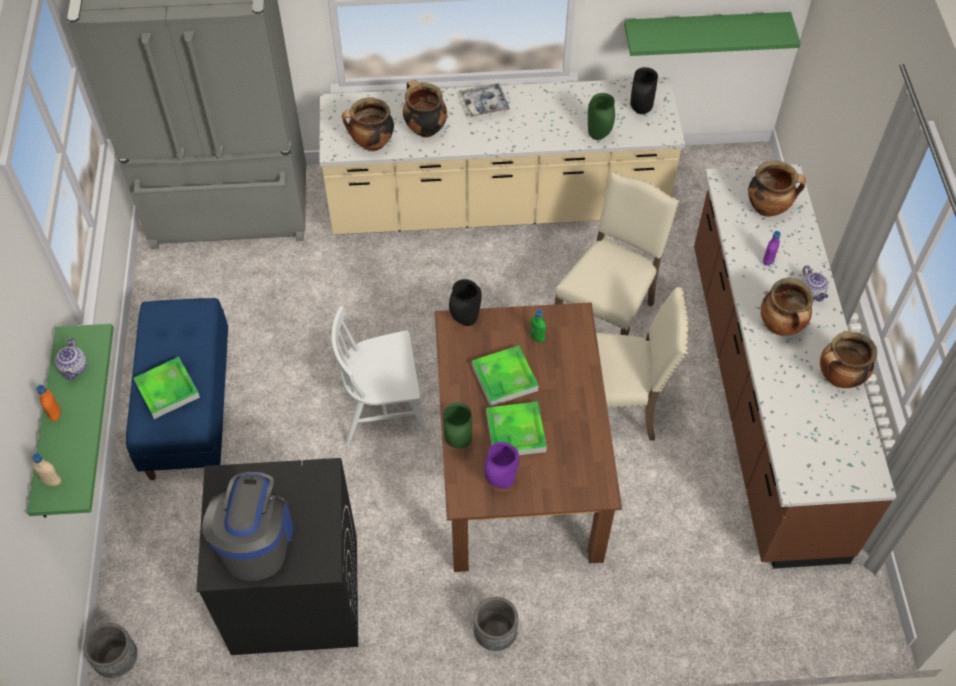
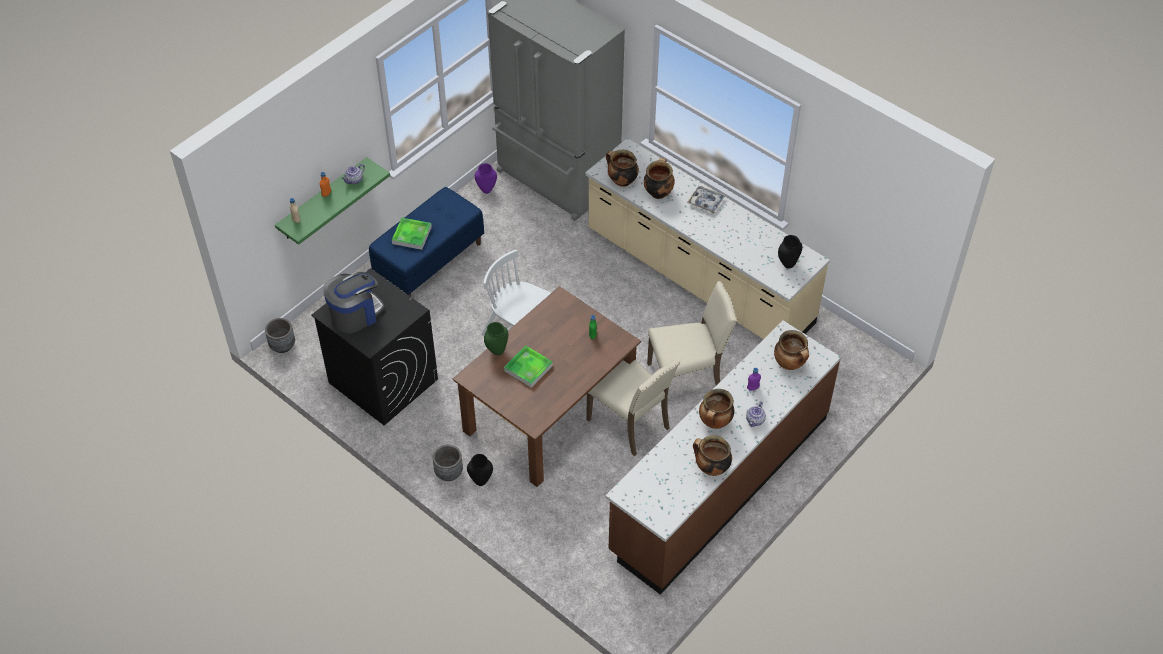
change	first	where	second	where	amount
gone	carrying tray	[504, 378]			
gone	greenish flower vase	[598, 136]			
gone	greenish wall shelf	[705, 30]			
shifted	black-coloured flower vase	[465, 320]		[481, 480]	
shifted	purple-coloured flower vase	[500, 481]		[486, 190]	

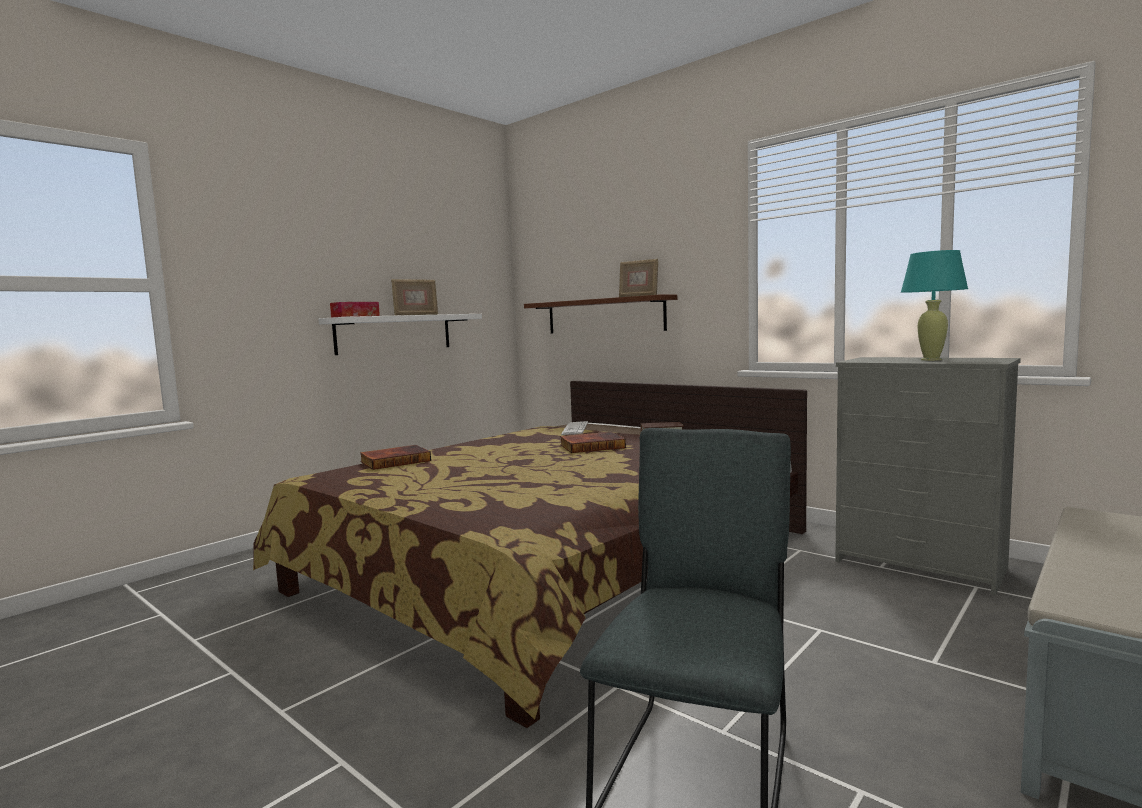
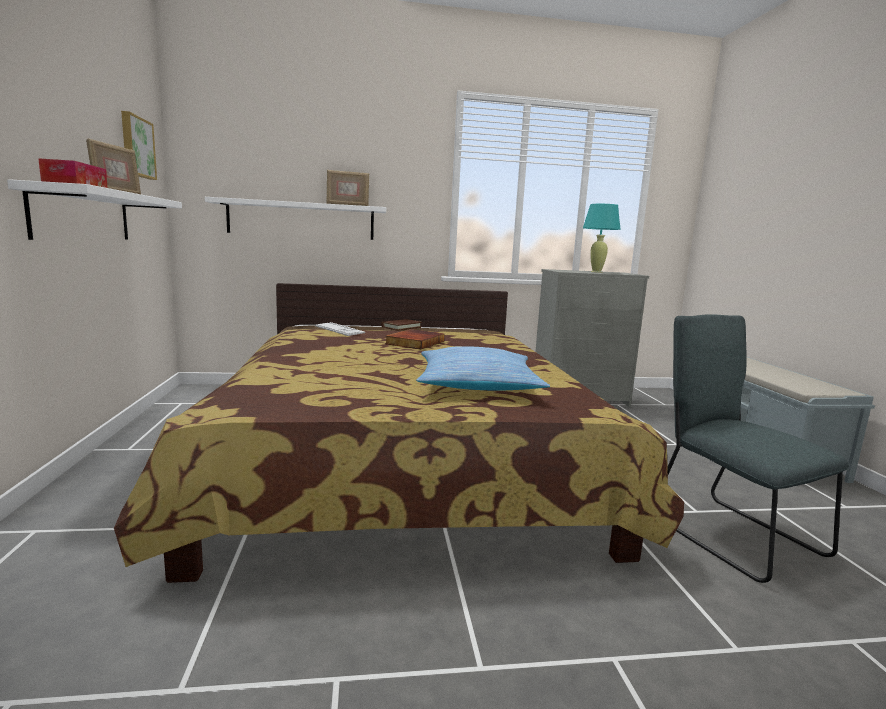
change	first	where	second	where	amount
gone	bound book	[395, 461]			
new			picture	[136, 147]	
new			throw pillow	[477, 384]	
repainted	brown wall shelf	[604, 315]	white-coloured wall shelf	[301, 220]	

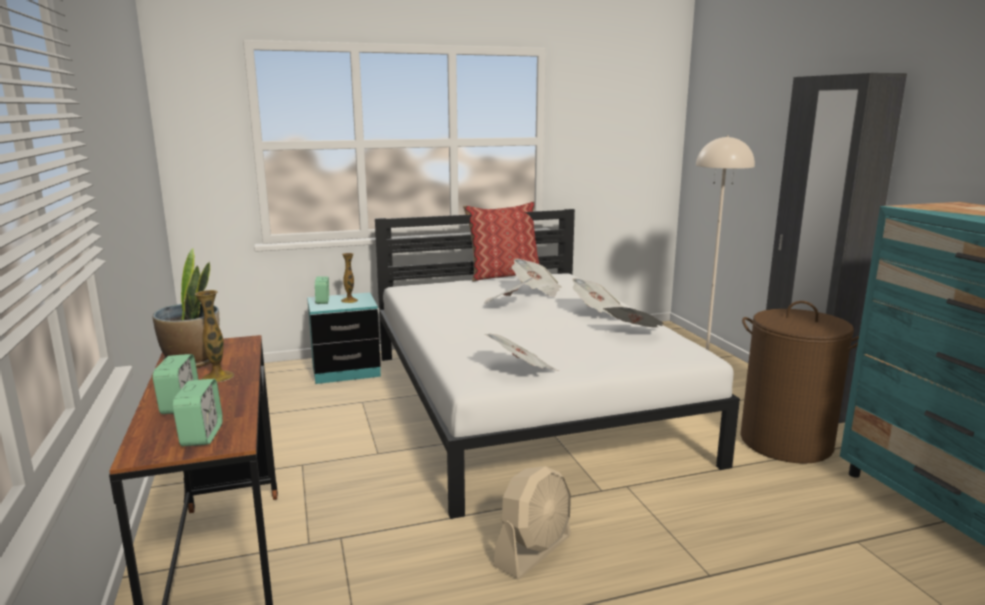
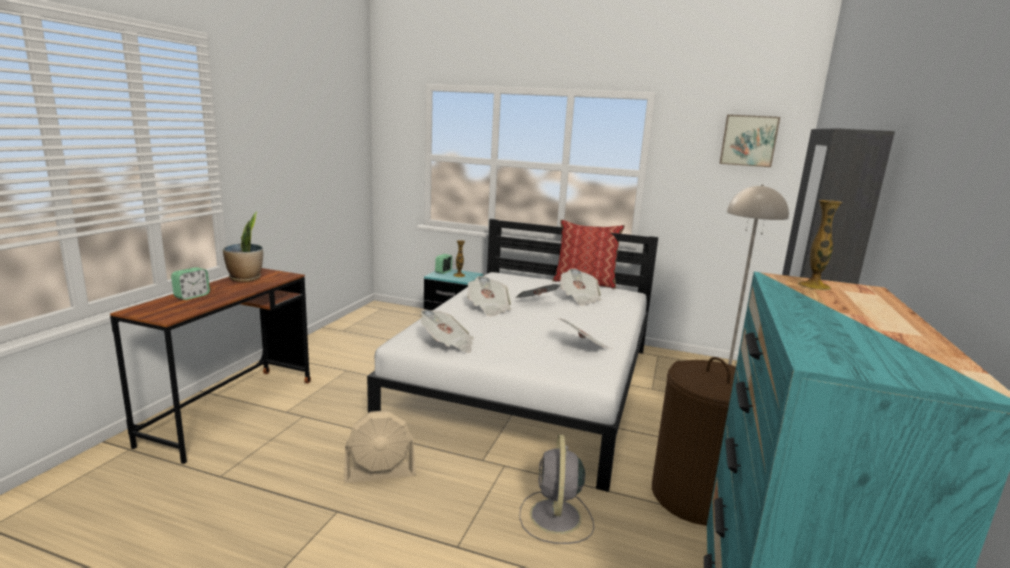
change	first	where	second	where	amount
gone	alarm clock	[201, 435]			
new			greyish cooling fan	[555, 518]	
new			picture	[748, 140]	
shifted	flower vase	[218, 377]		[814, 286]	
shifted	newspaper	[599, 313]		[488, 308]	

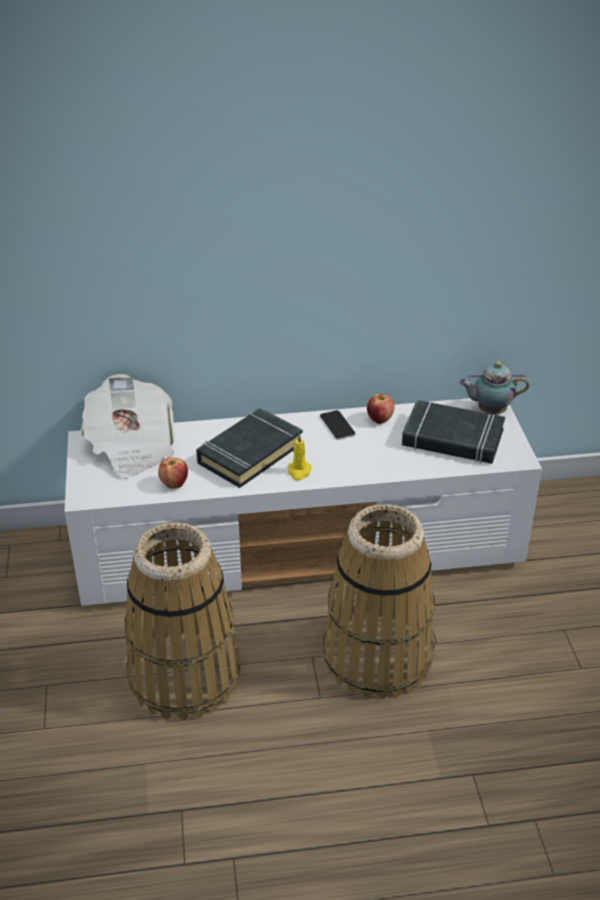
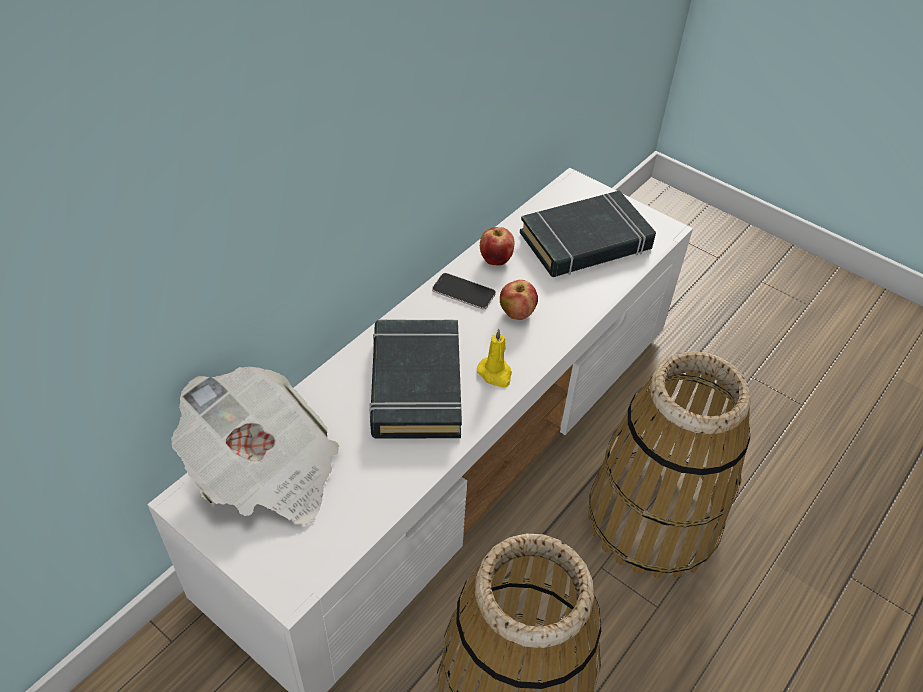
change	first	where	second	where	amount
gone	tea pot	[489, 411]			
shifted	apple	[174, 484]		[517, 313]	

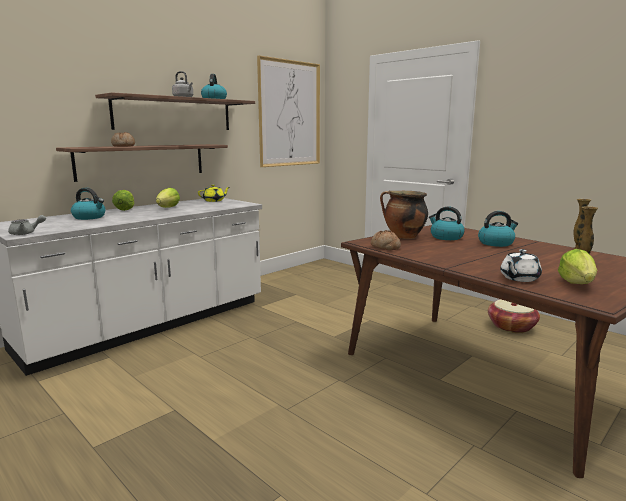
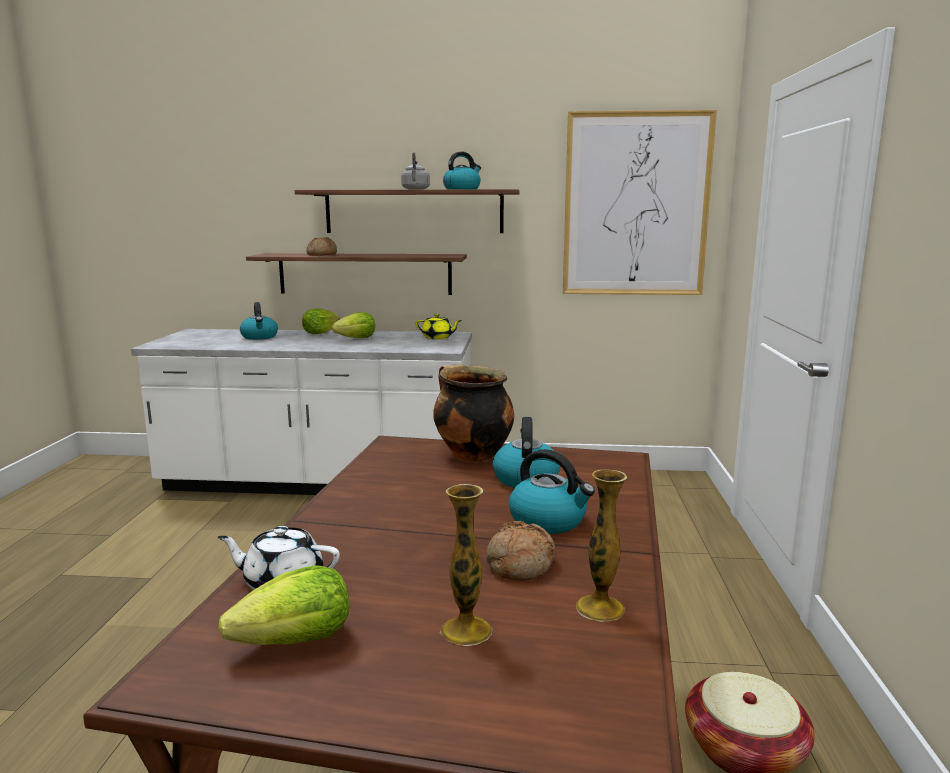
change	first	where	second	where	amount
gone	greyish tea pot	[26, 233]			
shifted	bread	[385, 247]		[519, 564]	

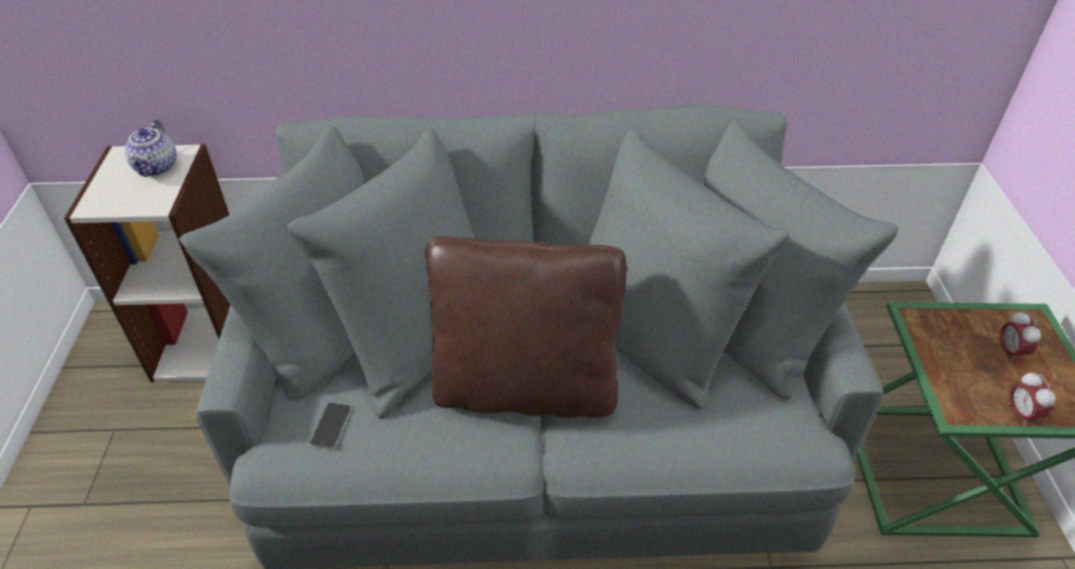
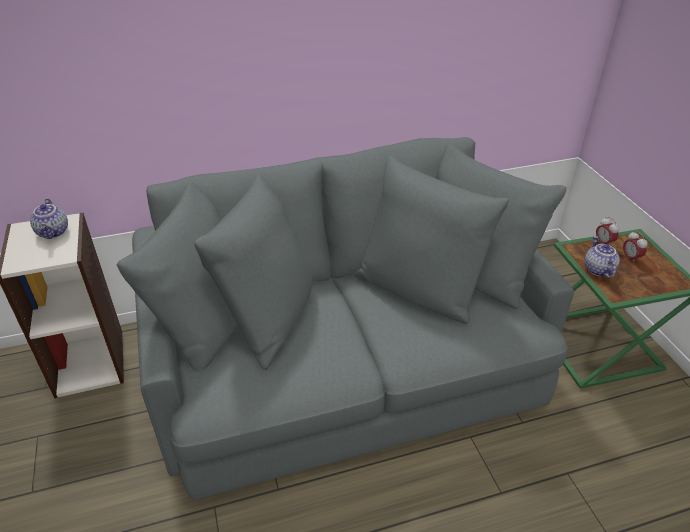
change	first	where	second	where	amount
gone	phone	[331, 425]			
gone	brown throw pillow	[525, 388]			
new			tea pot	[597, 269]	
shifted	alarm clock	[1020, 414]		[603, 243]	

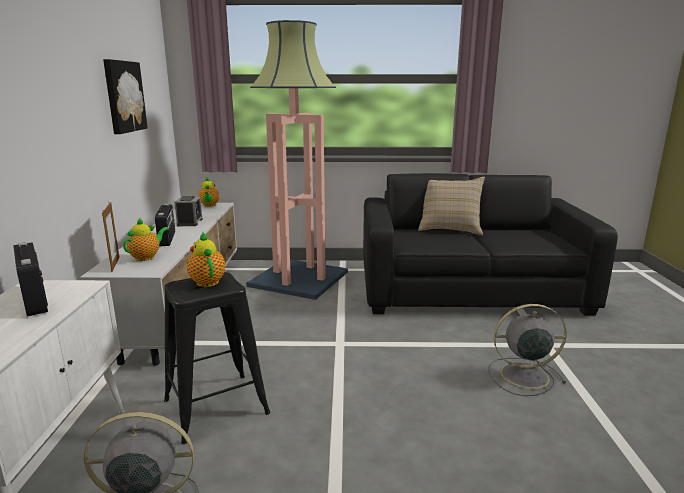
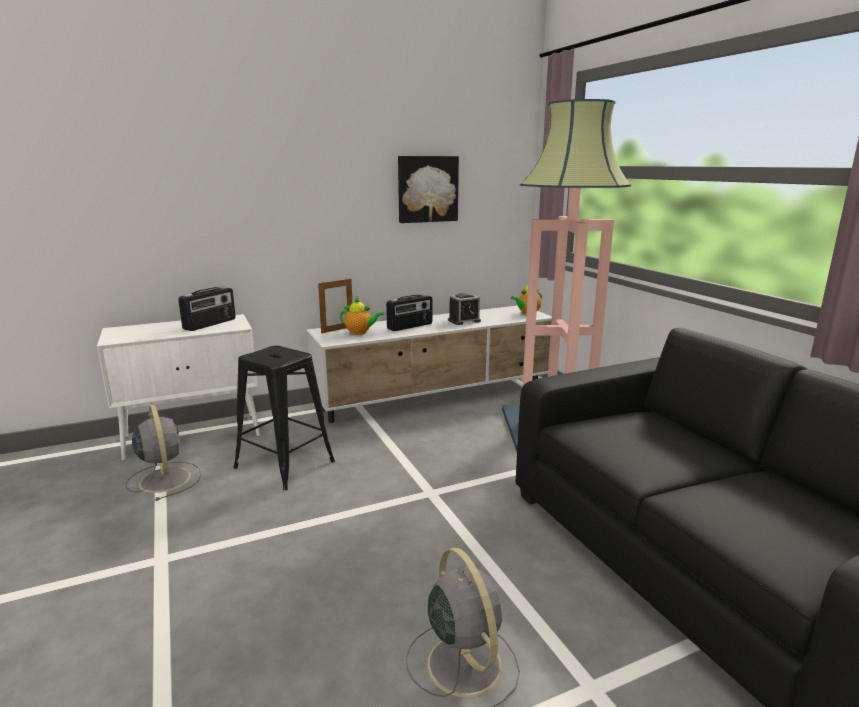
change	first	where	second	where	amount
gone	tea pot	[207, 281]			
gone	beige-coloured throw pillow	[449, 229]			

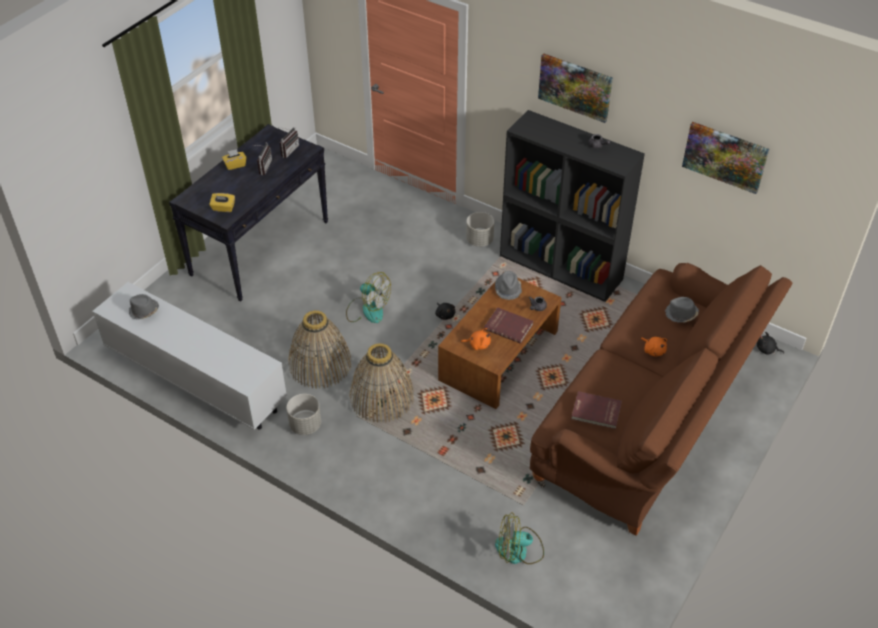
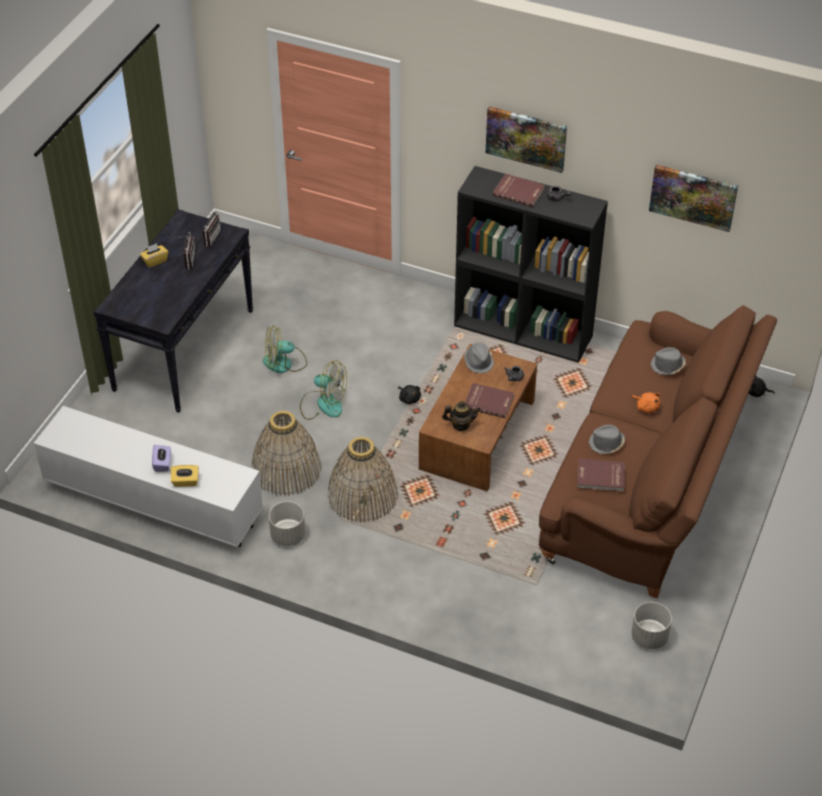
change	first	where	second	where	amount
new			purple-coloured box of tissues	[162, 464]	
new			red bound book	[519, 191]	
shifted	greyish hat	[144, 311]		[606, 444]	
shifted	yellowish box of tissues	[223, 208]		[185, 482]	
shifted	greyish plant pot	[479, 240]		[649, 637]	
shifted	cooling fan	[519, 550]		[284, 363]	
swapped	orangey cuddly toy	[478, 344]	tea pot	[461, 425]	

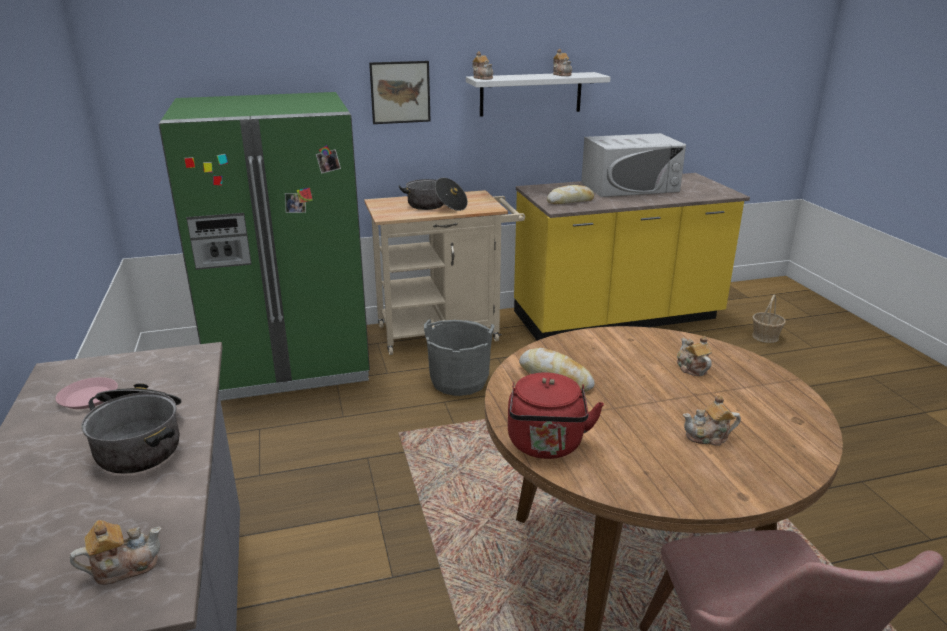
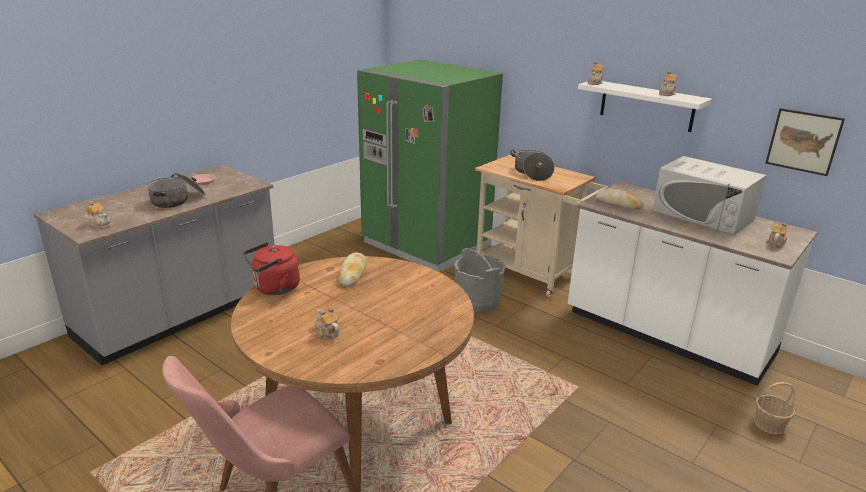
change	first	where	second	where	amount
shifted	picture	[400, 92]		[803, 141]	
shifted	tea pot	[691, 368]		[776, 243]	
repainted	yellowish kitchen base unit	[617, 318]	white-coloured kitchen base unit	[667, 334]	

